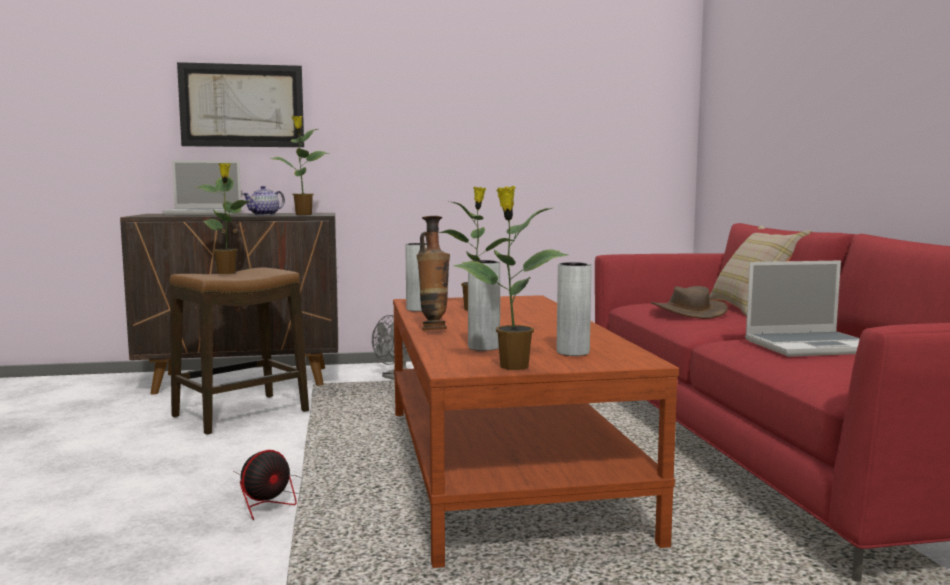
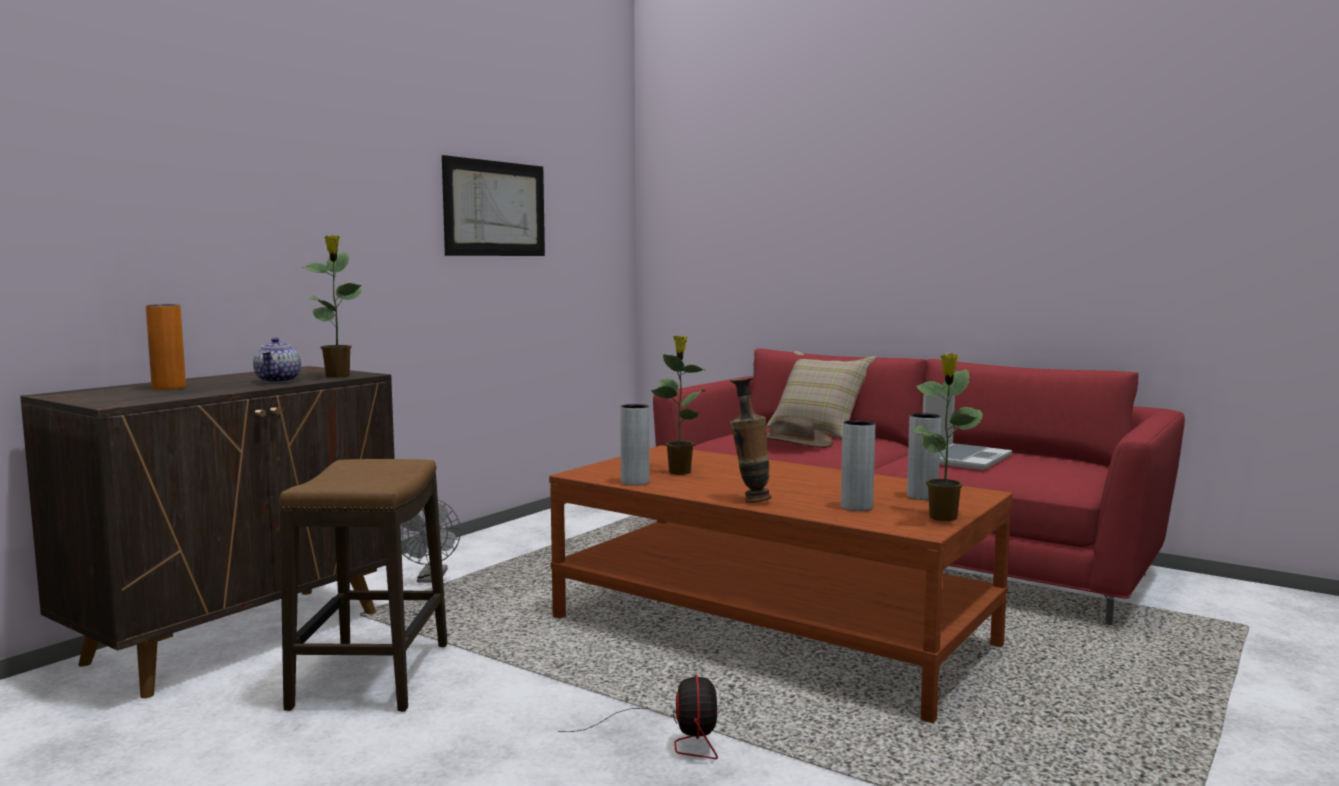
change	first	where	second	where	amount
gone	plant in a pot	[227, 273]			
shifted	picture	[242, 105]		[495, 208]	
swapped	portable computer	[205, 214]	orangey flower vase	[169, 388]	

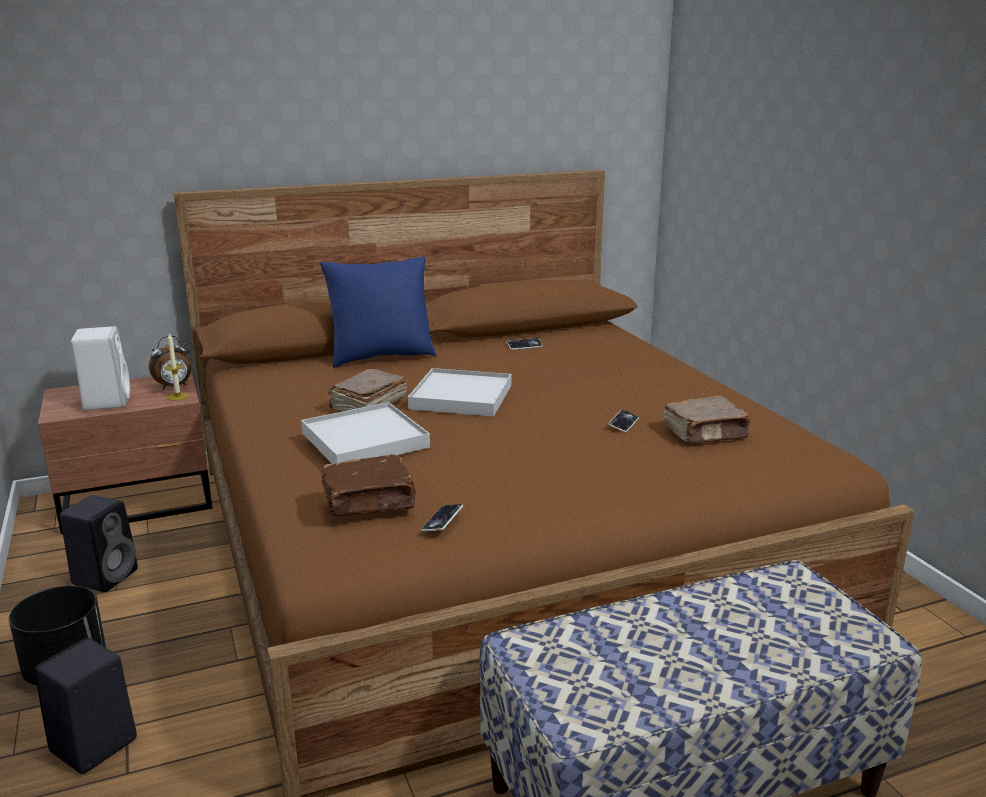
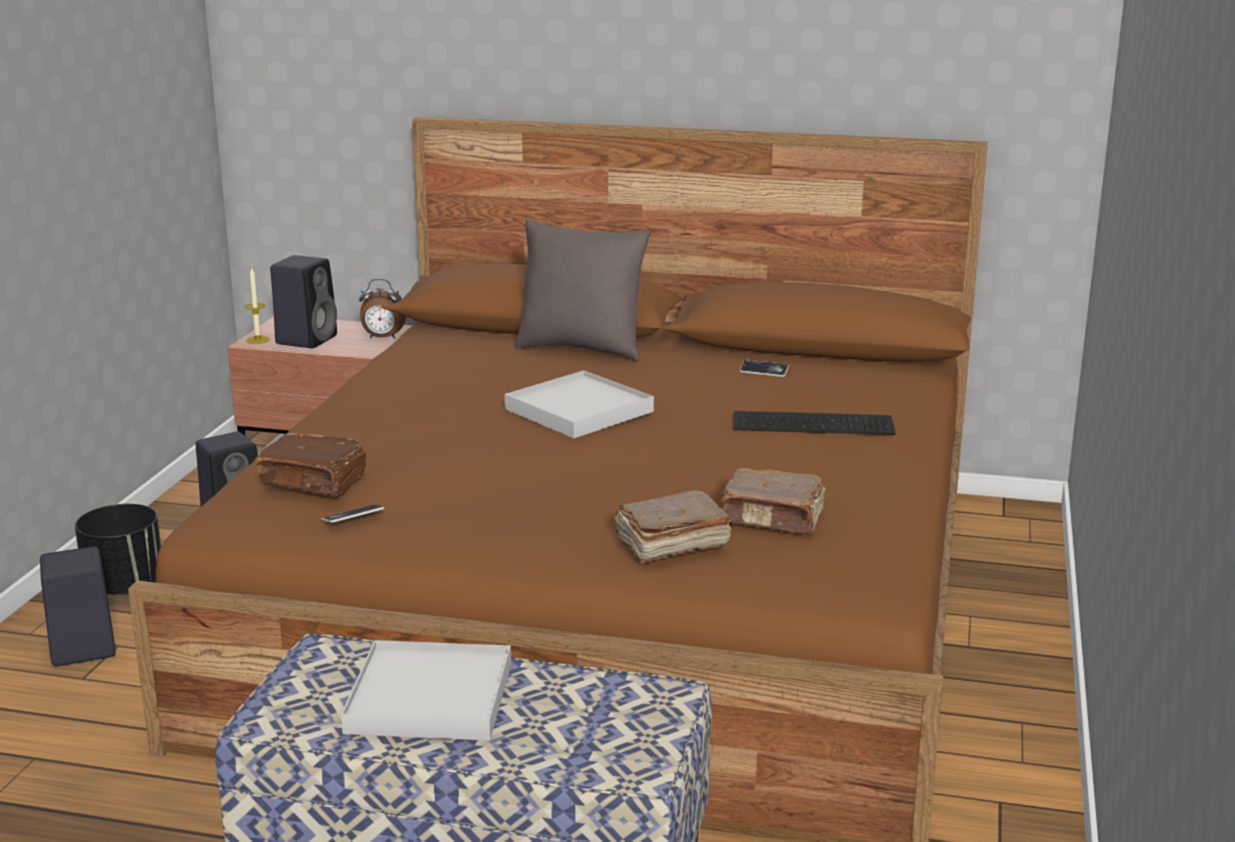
change	first	where	second	where	amount
gone	phone	[623, 423]			
new			computer keyboard	[814, 422]	
shifted	wax light	[178, 396]		[258, 340]	
shifted	white-coloured carrying tray	[364, 440]		[429, 698]	
shifted	brown bound book	[367, 405]		[670, 544]	
repainted	white-coloured speaker	[106, 401]	black-coloured speaker	[307, 339]	
repainted	bluish throw pillow	[381, 357]	greyish throw pillow	[581, 349]	

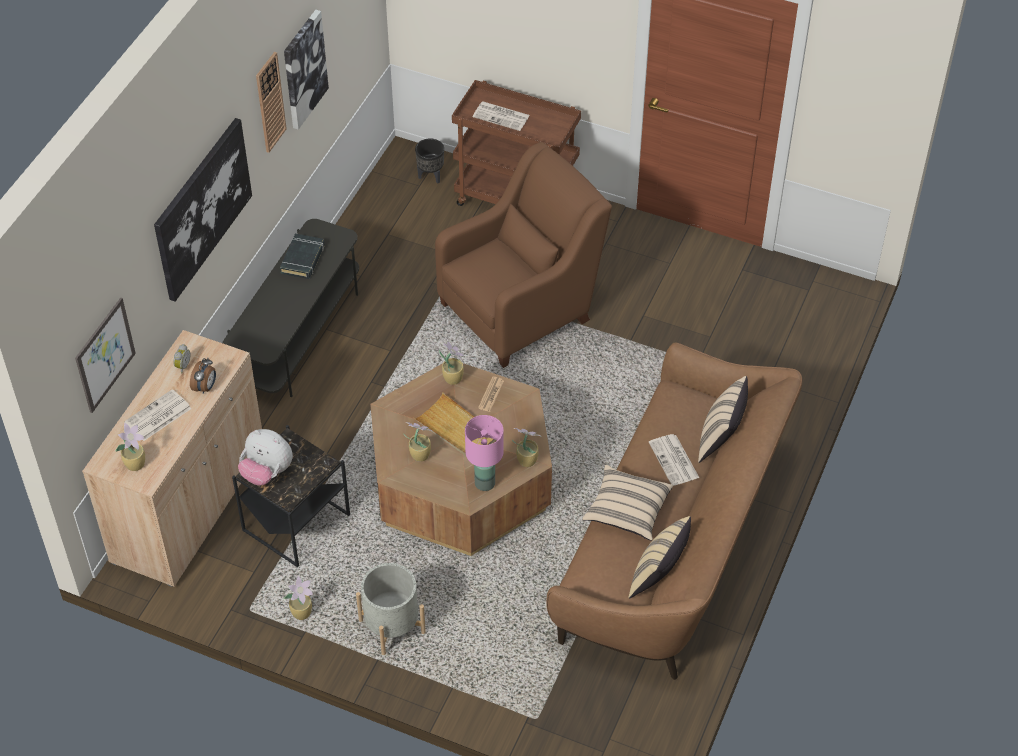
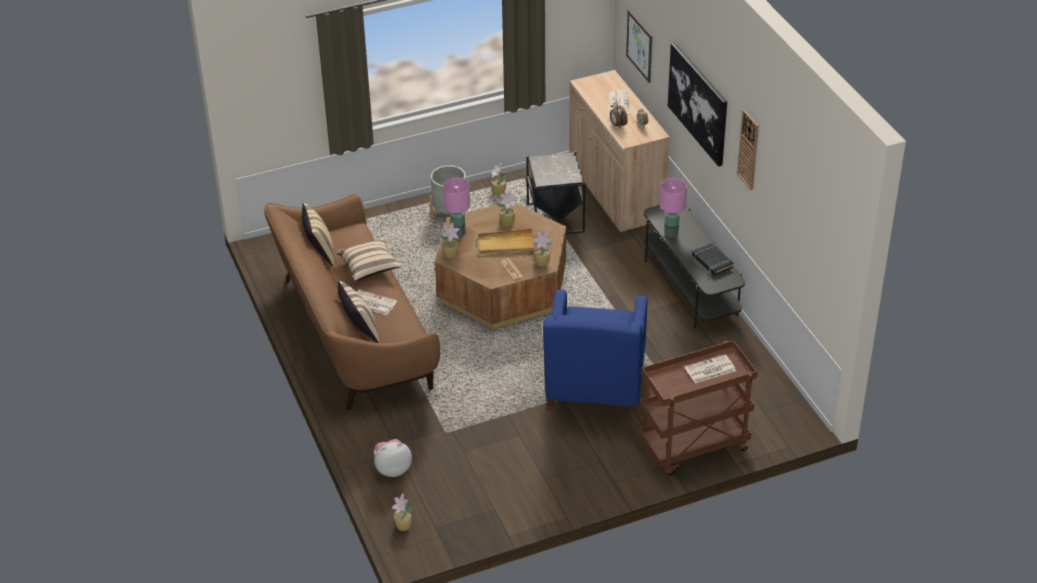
change	first	where	second	where	amount
gone	picture	[303, 69]			
gone	black-coloured plant pot	[431, 176]			
new			pink-coloured lamp for a table	[671, 233]	
shifted	plant in a pot	[136, 463]		[403, 527]	
shifted	cuddly toy	[267, 472]		[392, 469]	
repainted	brown armchair	[521, 308]	bluish armchair	[594, 387]	

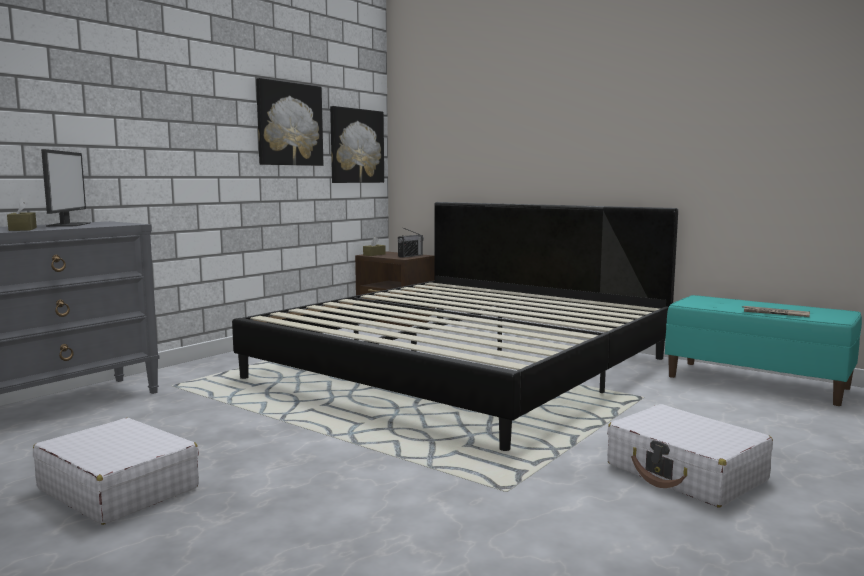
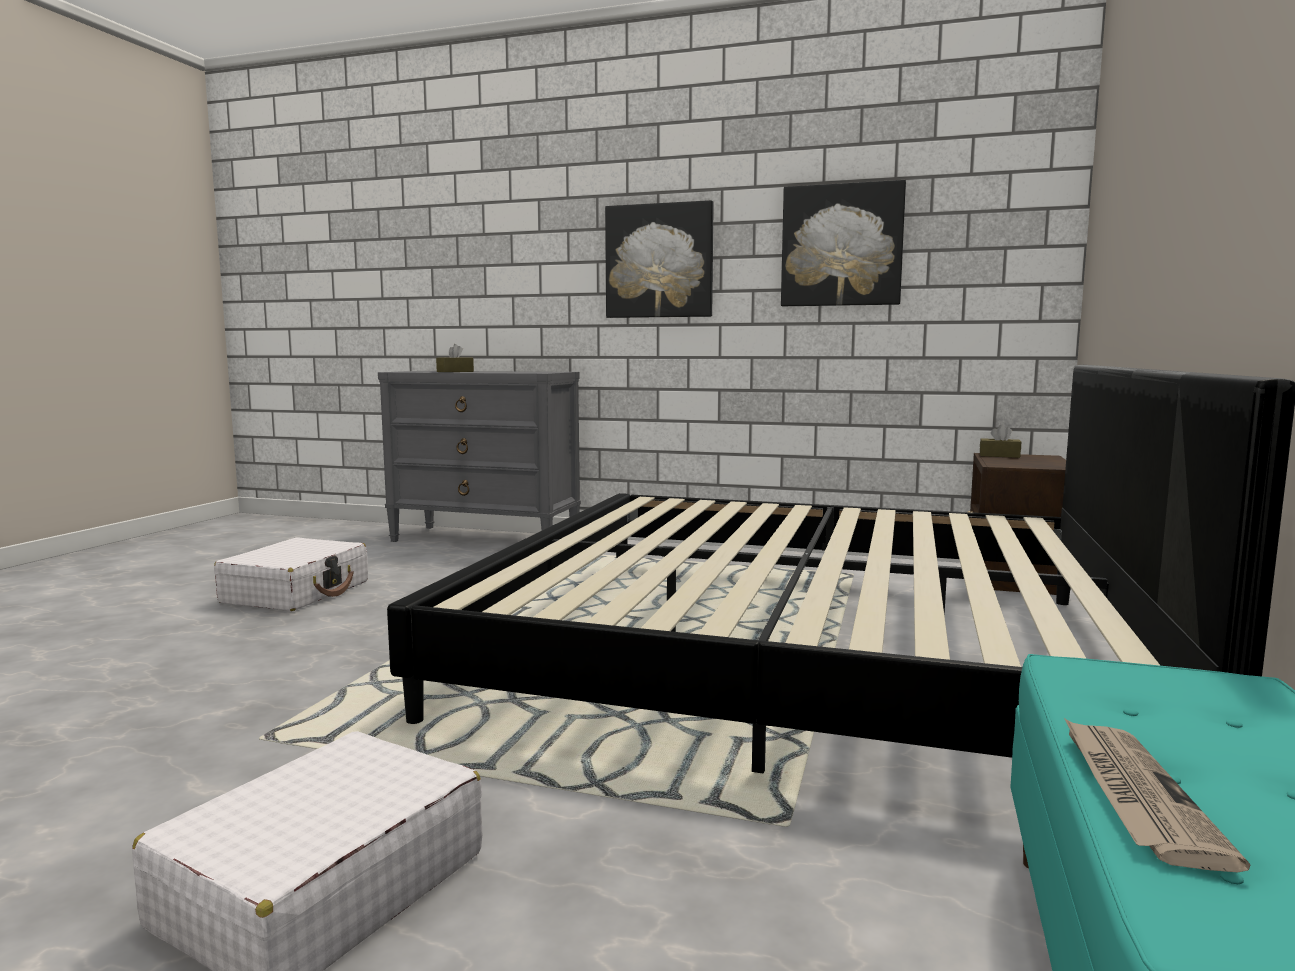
change	first	where	second	where	amount
gone	monitor	[68, 224]			
gone	radio set	[410, 256]			
shifted	picture	[356, 146]		[659, 261]	

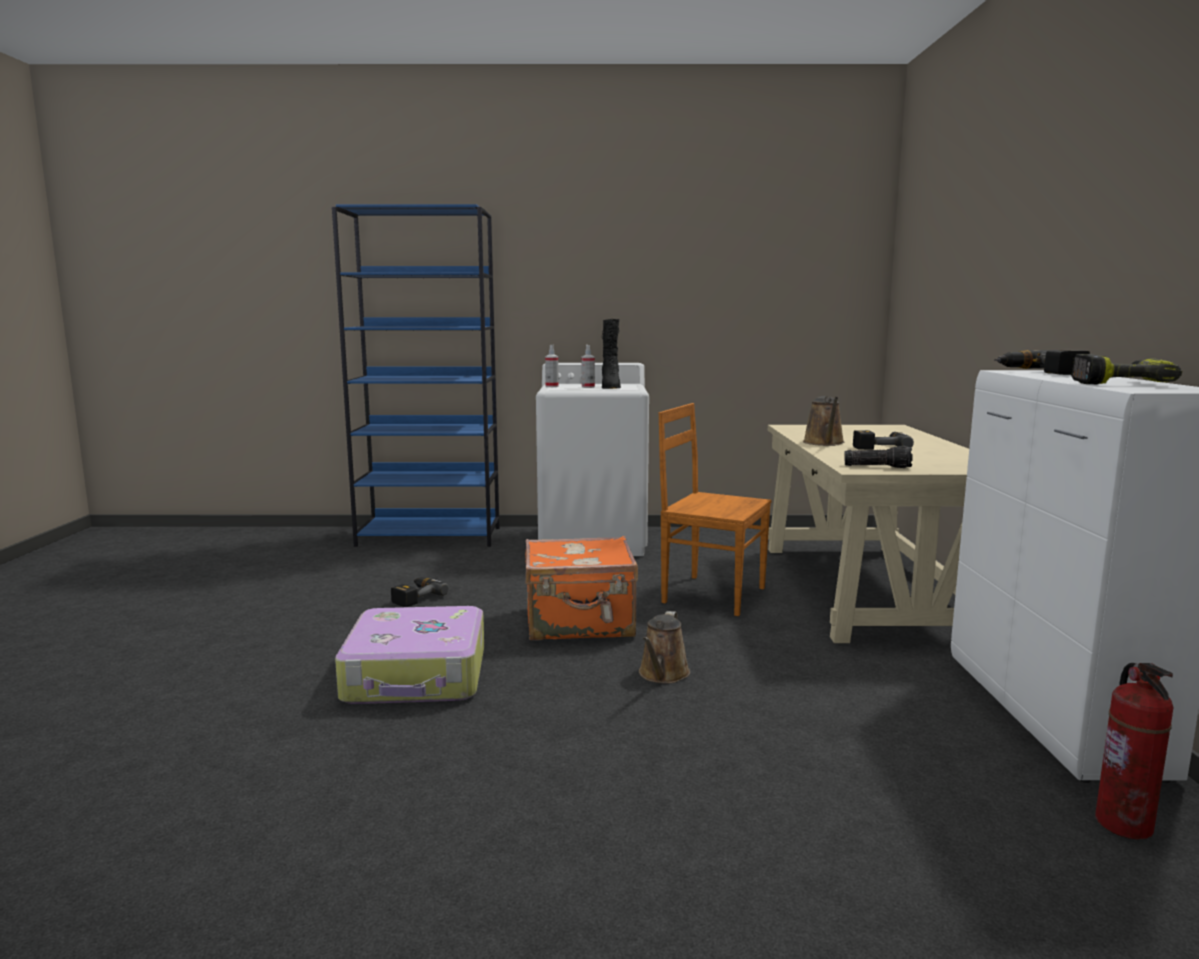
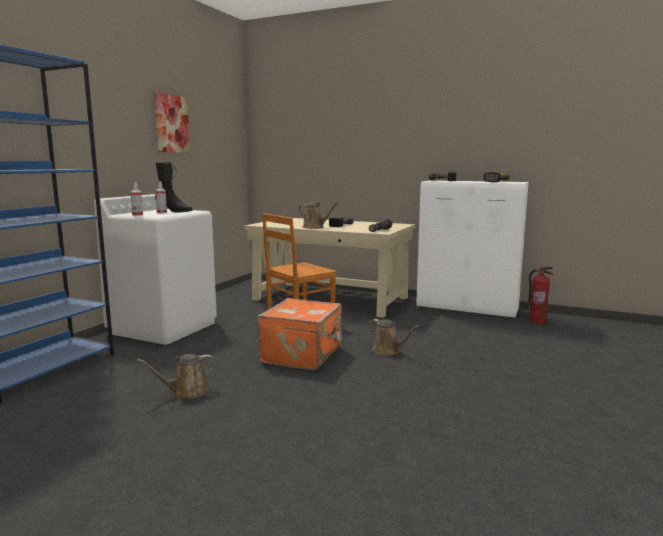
change	first	where	second	where	amount
gone	travel case	[417, 675]			
new			picture	[171, 124]	
swapped	drill	[415, 597]	brown watering pot	[186, 392]	

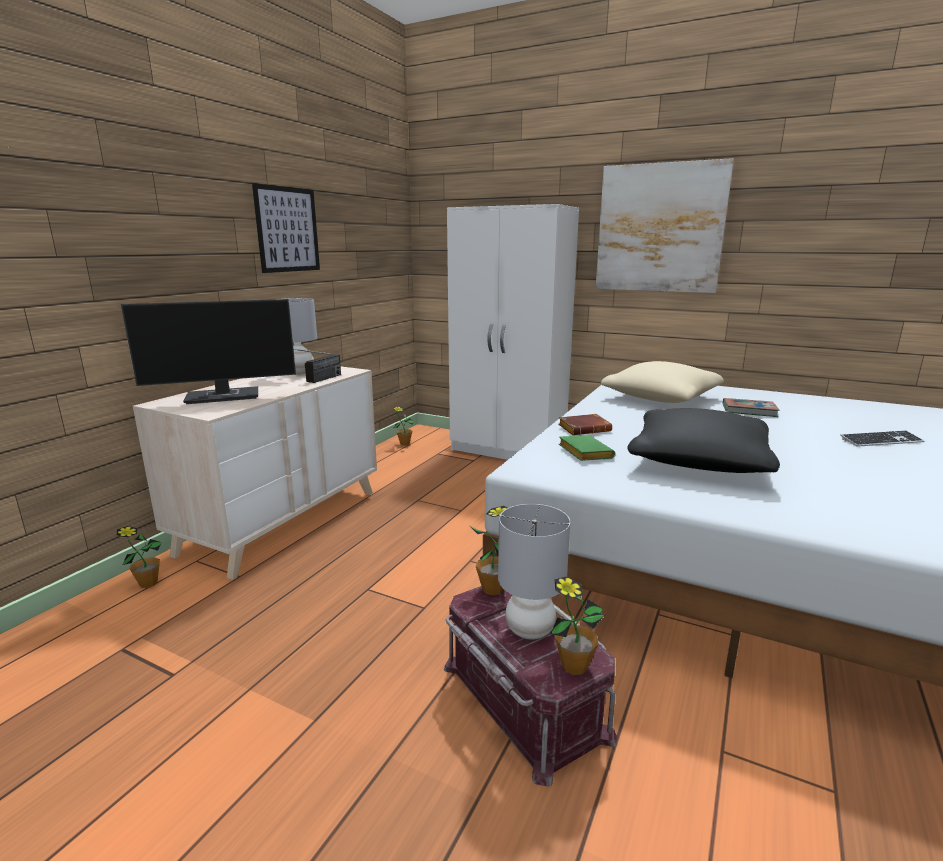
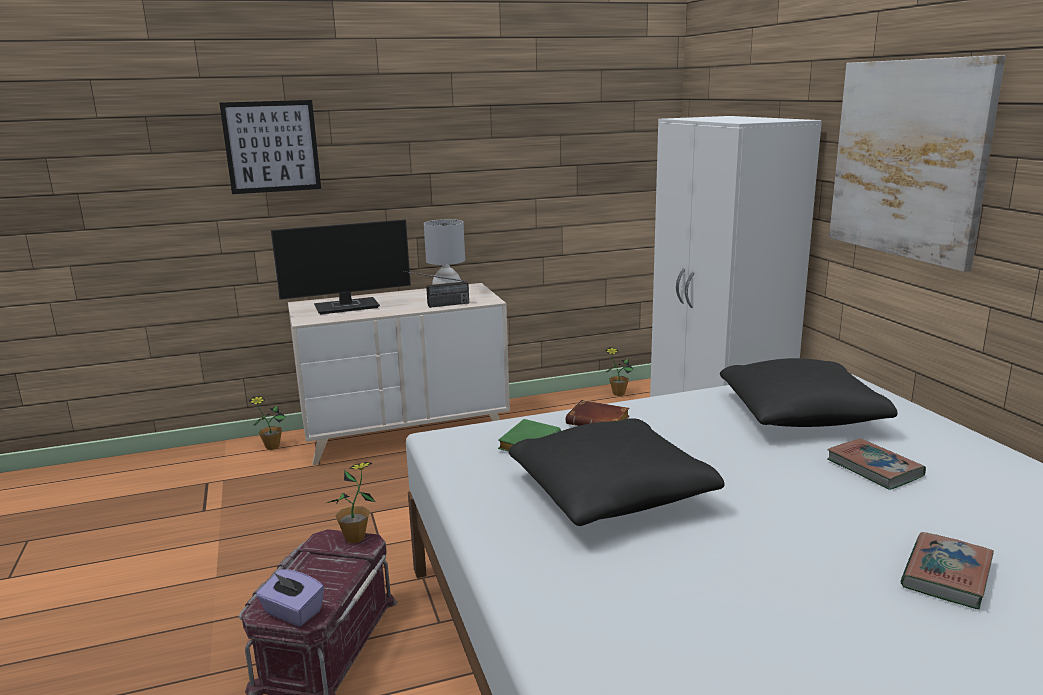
change	first	where	second	where	amount
gone	greyish lamp for a table	[530, 630]			
shifted	picture	[287, 230]		[271, 147]	
swapped	plant in a pot	[574, 666]	purple-coloured box of tissues	[292, 613]	
swapped	computer keyboard	[881, 441]	bound book	[946, 575]	
repainted	beige-coloured throw pillow	[661, 398]	black-coloured throw pillow	[800, 415]	
rotated	monitor	[224, 396]		[348, 306]	45 degrees counterclockwise

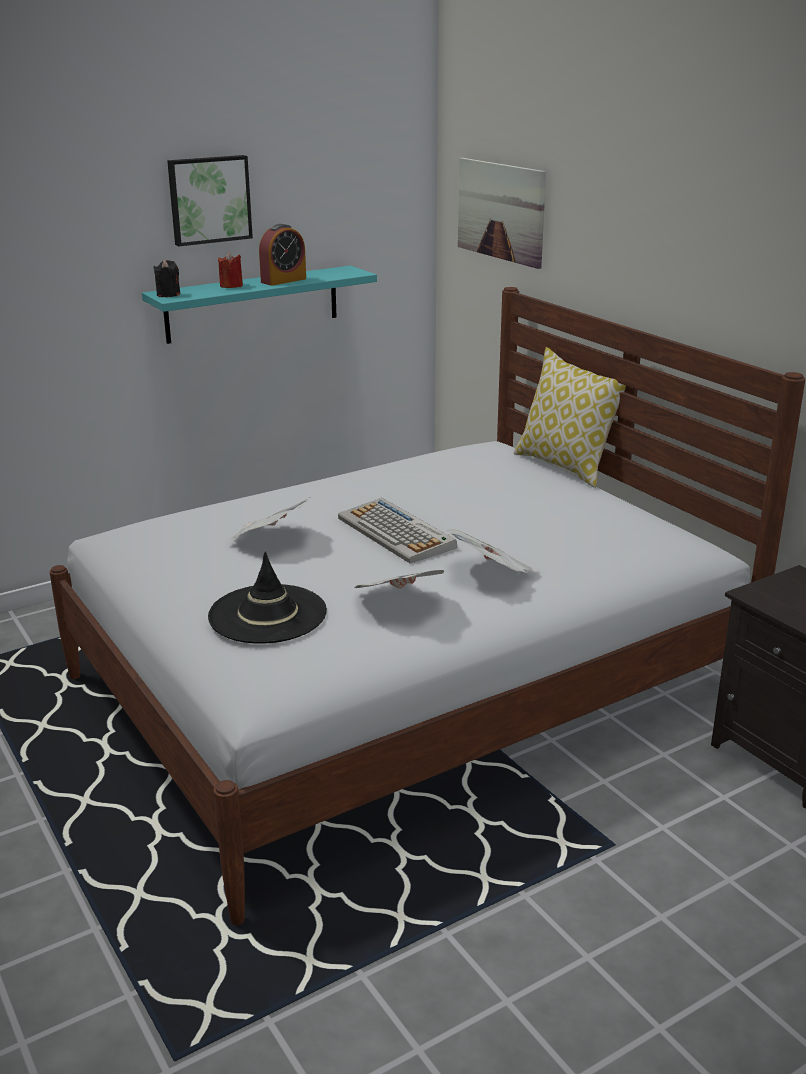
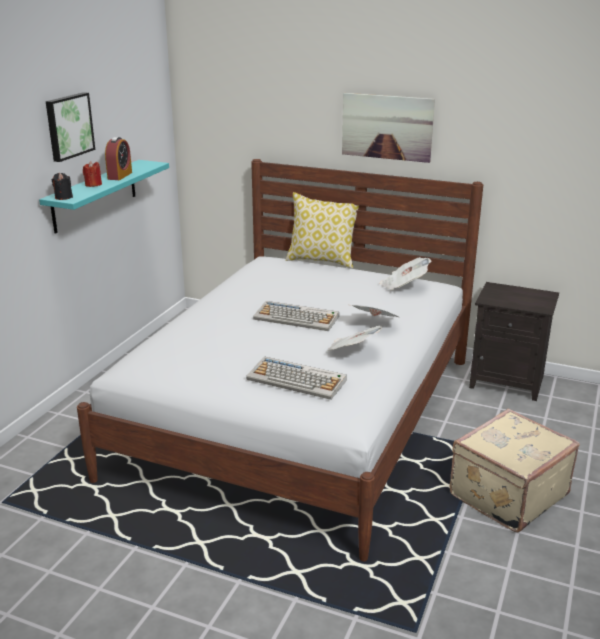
change	first	where	second	where	amount
new			beige-coloured travel case	[506, 494]	
shifted	newspaper	[270, 539]		[403, 285]	
shifted	picture	[501, 211]		[387, 127]	
swapped	black-coloured hat	[267, 614]	computer keyboard	[297, 379]	

